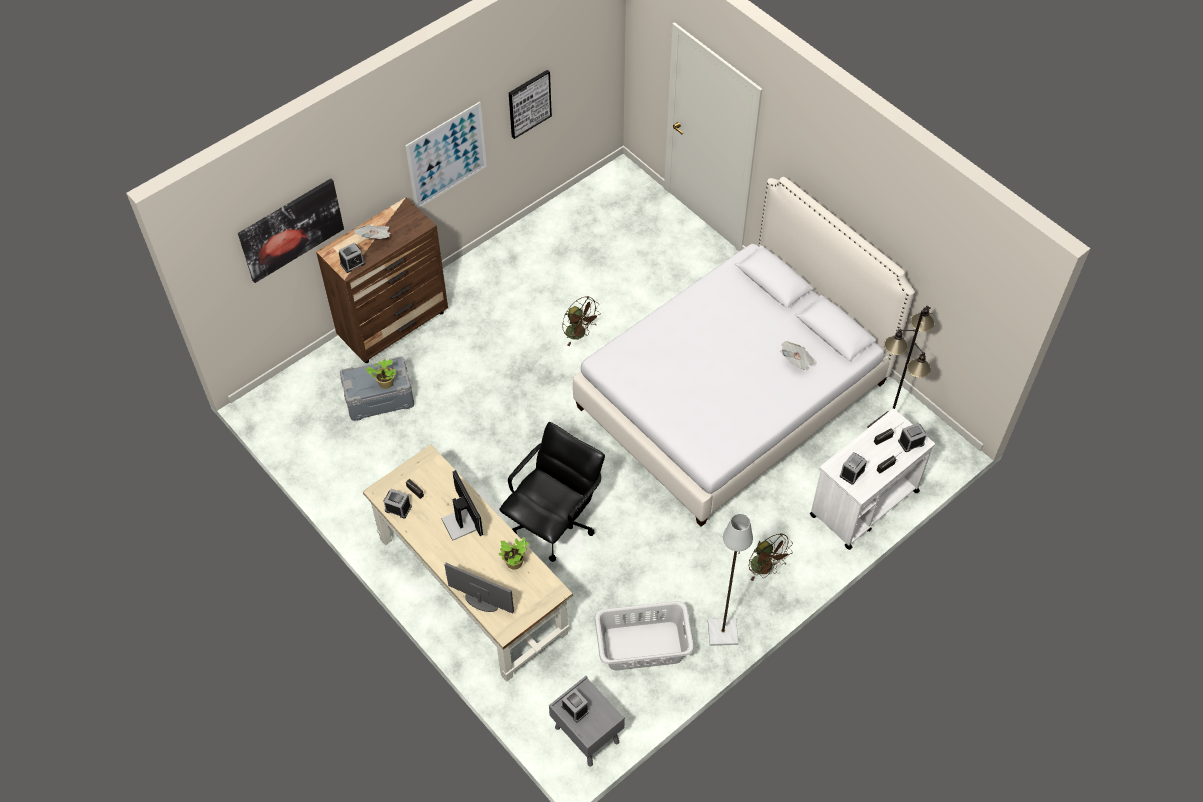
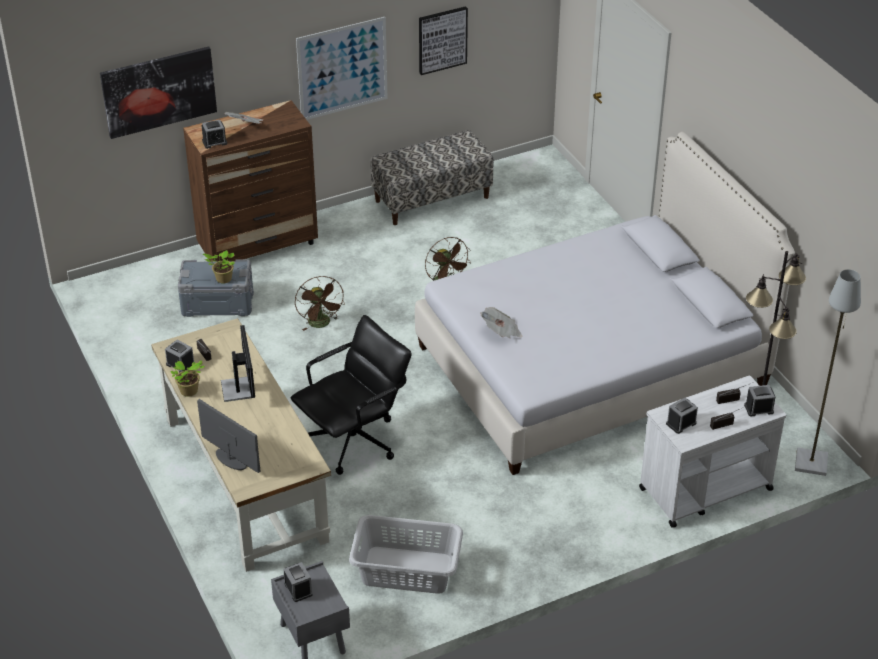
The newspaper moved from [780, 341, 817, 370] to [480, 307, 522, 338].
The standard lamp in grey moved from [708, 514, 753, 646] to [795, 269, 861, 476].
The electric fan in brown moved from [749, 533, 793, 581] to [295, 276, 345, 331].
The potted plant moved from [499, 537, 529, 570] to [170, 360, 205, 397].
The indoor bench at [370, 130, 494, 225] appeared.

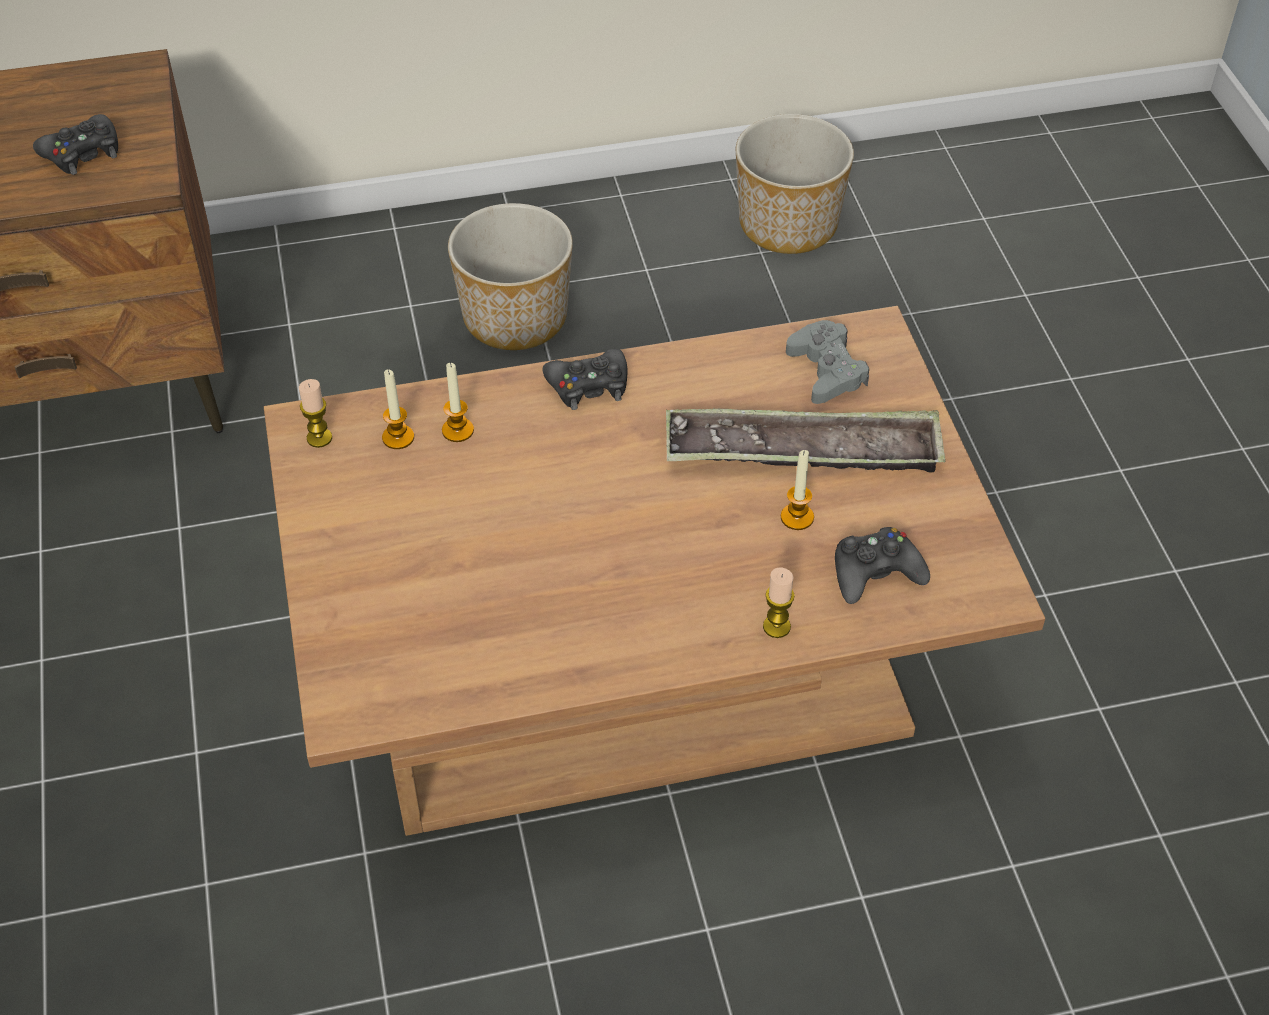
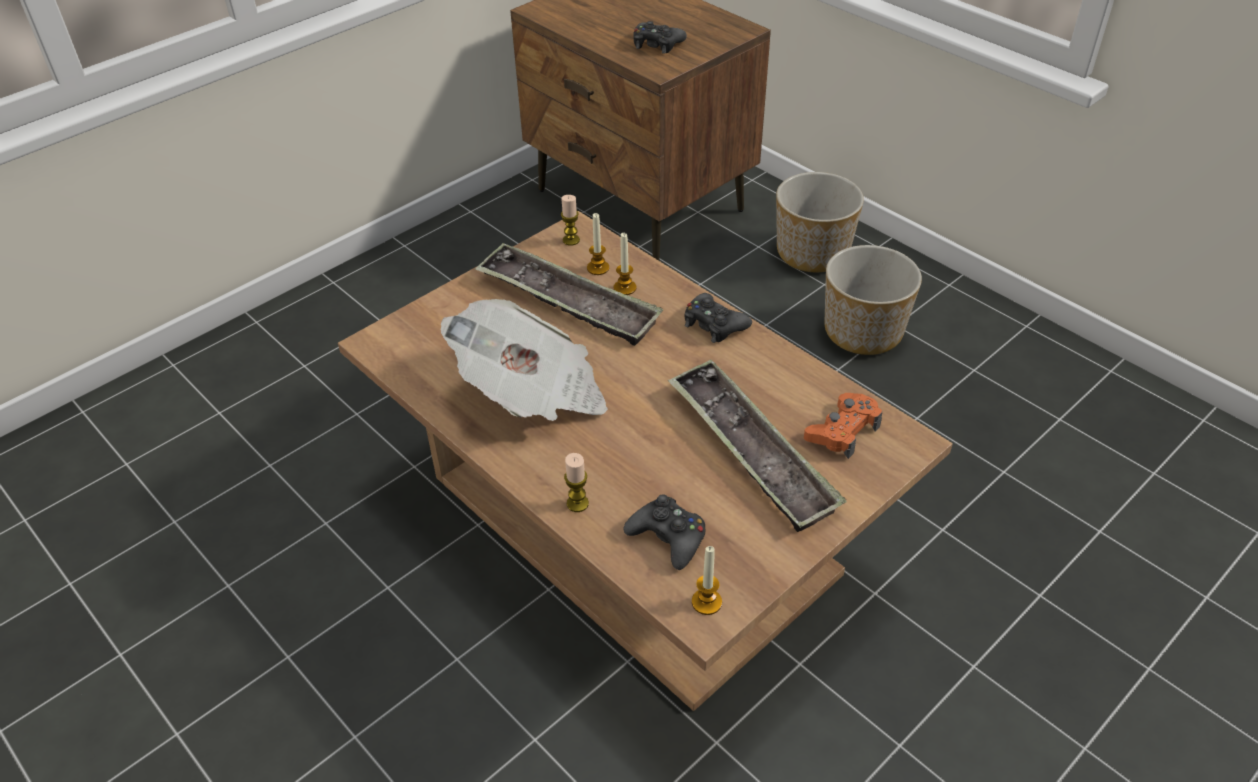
The flower pot moved from [736, 114, 854, 254] to [776, 172, 864, 272].
The joypad in grey at [786, 320, 869, 404] became the joypad in orange-coloured at [804, 393, 882, 459].
The candle moved from [781, 450, 814, 530] to [692, 546, 722, 615].
The carrying tray at [475, 242, 663, 346] appeared.
The newspaper at [441, 299, 608, 421] appeared.

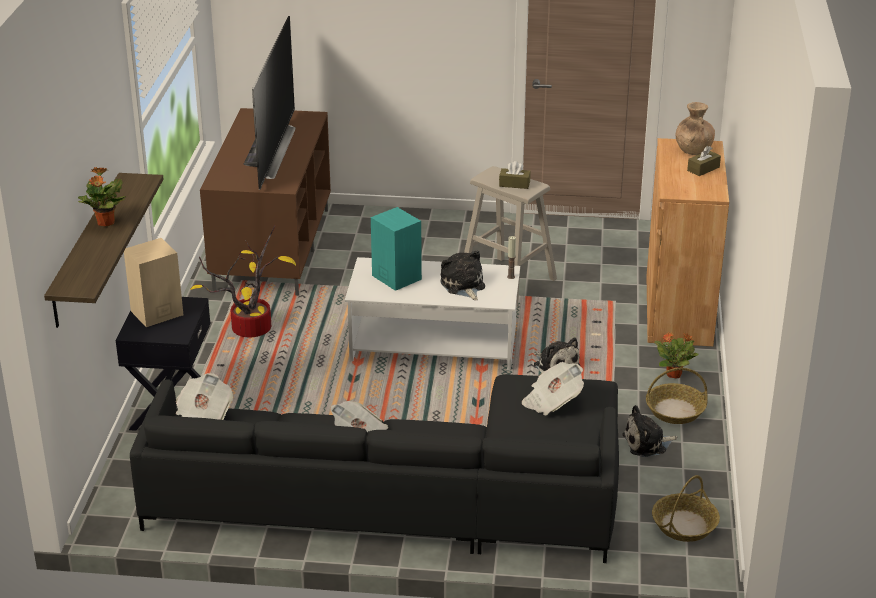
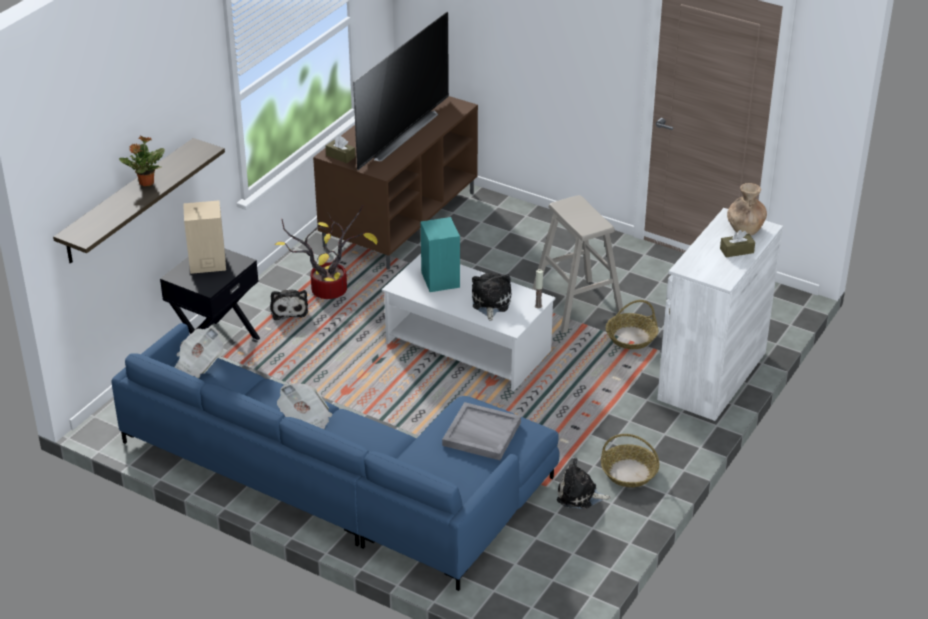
The storage cabinet in brown at [647, 138, 729, 346] became the storage cabinet in white-coloured at [657, 208, 783, 421].
The box of tissues in brown moved from [499, 161, 531, 189] to [326, 136, 355, 163].
The potted plant at [654, 332, 699, 379] disappeared.
The soft toy moved from [534, 338, 580, 373] to [270, 290, 308, 320].
The newspaper at [522, 362, 584, 415] was replaced by the carrying tray in grey at [442, 402, 521, 460].
The couch in blackish at [130, 374, 619, 563] became the couch in blue at [111, 323, 559, 591].
The household basket moved from [652, 475, 720, 542] to [606, 300, 658, 349].

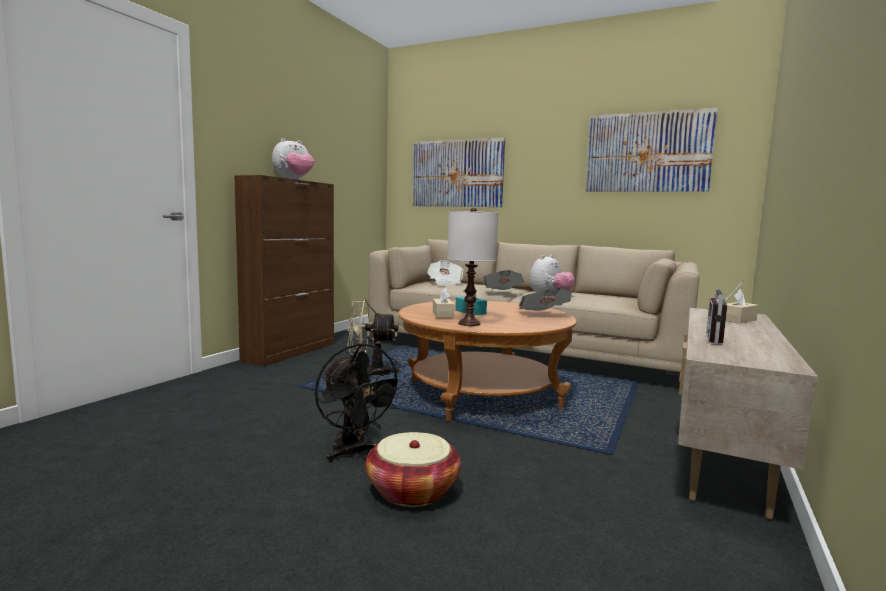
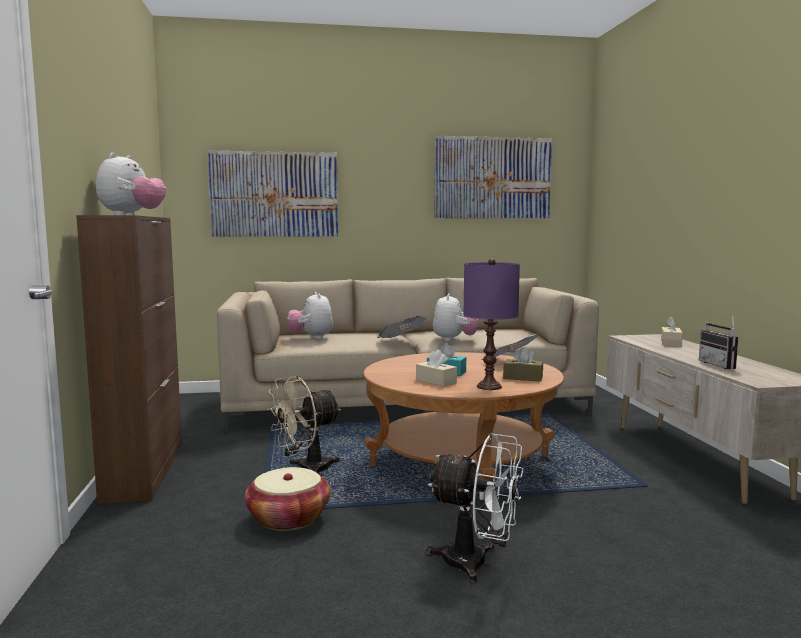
The table lamp in white-coloured at [447, 208, 498, 326] became the table lamp in purplish at [463, 259, 520, 390].
The newspaper at [427, 260, 464, 286] was replaced by the soft toy at [287, 292, 333, 340].
The electric fan in blackish at [315, 343, 405, 462] became the electric fan in white-coloured at [427, 433, 523, 584].
The household basket moved from [365, 432, 461, 507] to [245, 467, 331, 531].
The box of tissues in brown at [503, 347, 543, 382] appeared.

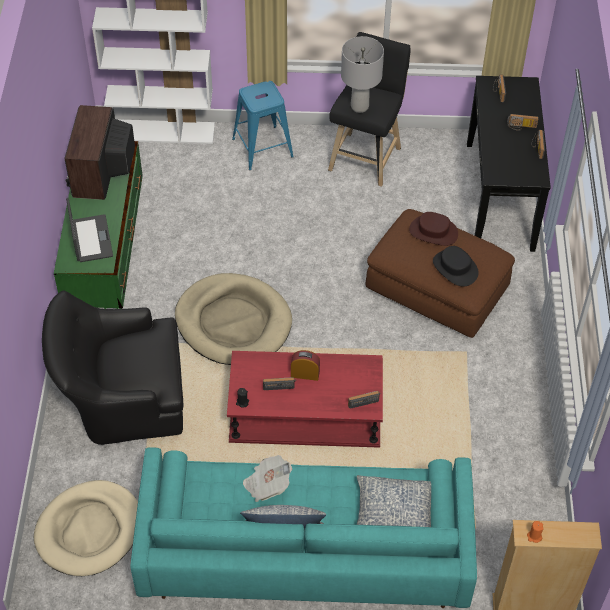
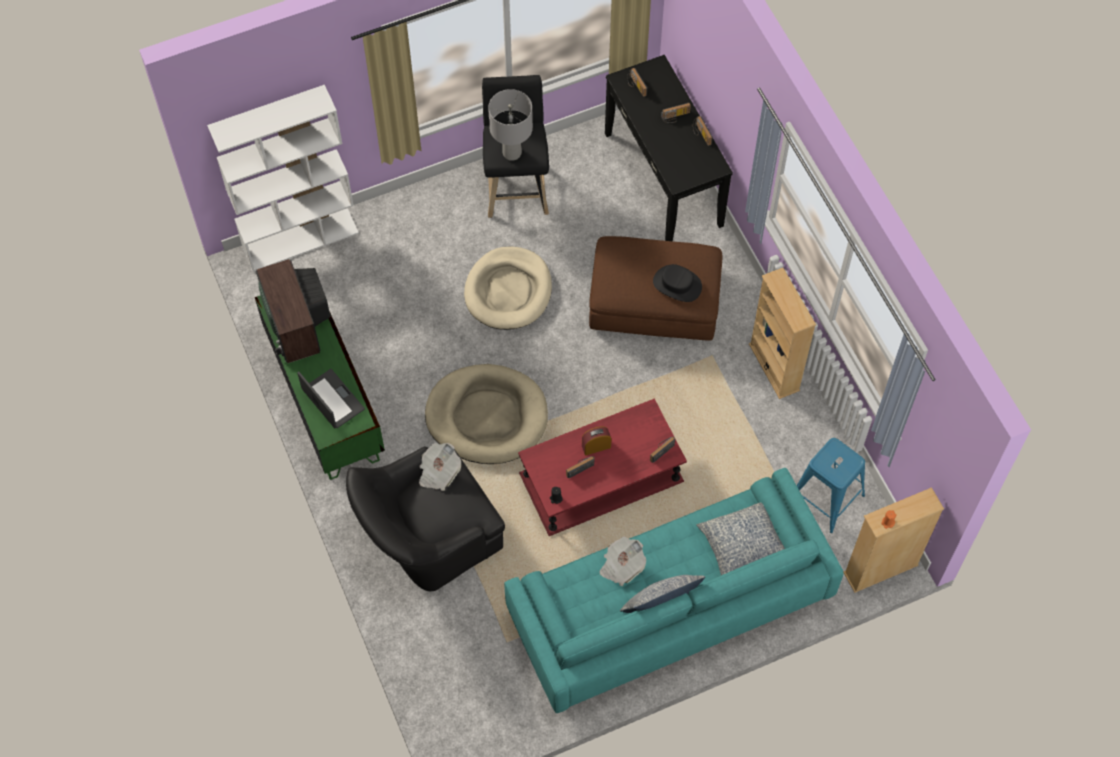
The stool in blue moved from [232, 81, 294, 170] to [797, 438, 865, 533].
The clothing hat in brown at [409, 212, 458, 246] disappeared.
The dog bed in beige-coloured moved from [34, 480, 138, 576] to [464, 247, 552, 330].
The bookshelf in beige-coloured at [749, 268, 816, 399] appeared.
The newspaper at [419, 443, 461, 491] appeared.

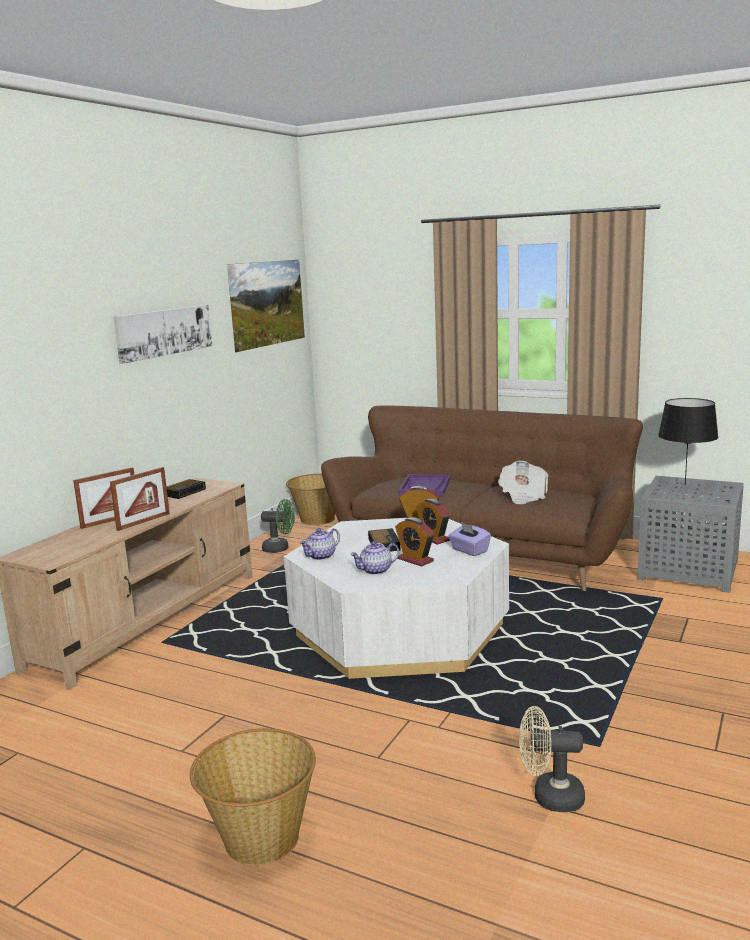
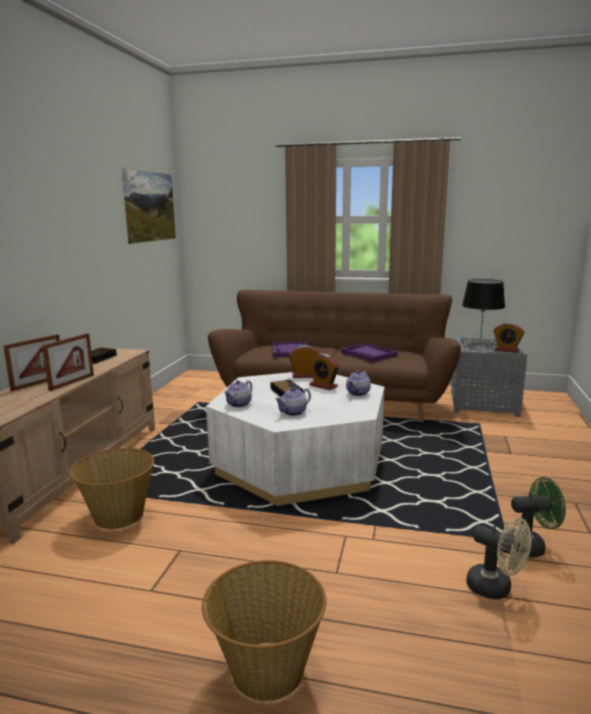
The wall art at [113, 305, 212, 364] disappeared.
The newspaper at [498, 461, 548, 504] was replaced by the carrying tray in purplish at [341, 343, 398, 362].
The household basket moved from [286, 474, 335, 525] to [69, 448, 154, 529].
The electric fan in green-coloured moved from [261, 499, 295, 553] to [506, 477, 566, 557].
The alarm clock moved from [395, 517, 434, 567] to [494, 323, 524, 353].
The box of tissues in purplish at [448, 522, 491, 556] was replaced by the teapot at [346, 370, 371, 396].
The electric fan in beige-coloured at [519, 706, 585, 812] turned 135 degrees counterclockwise.

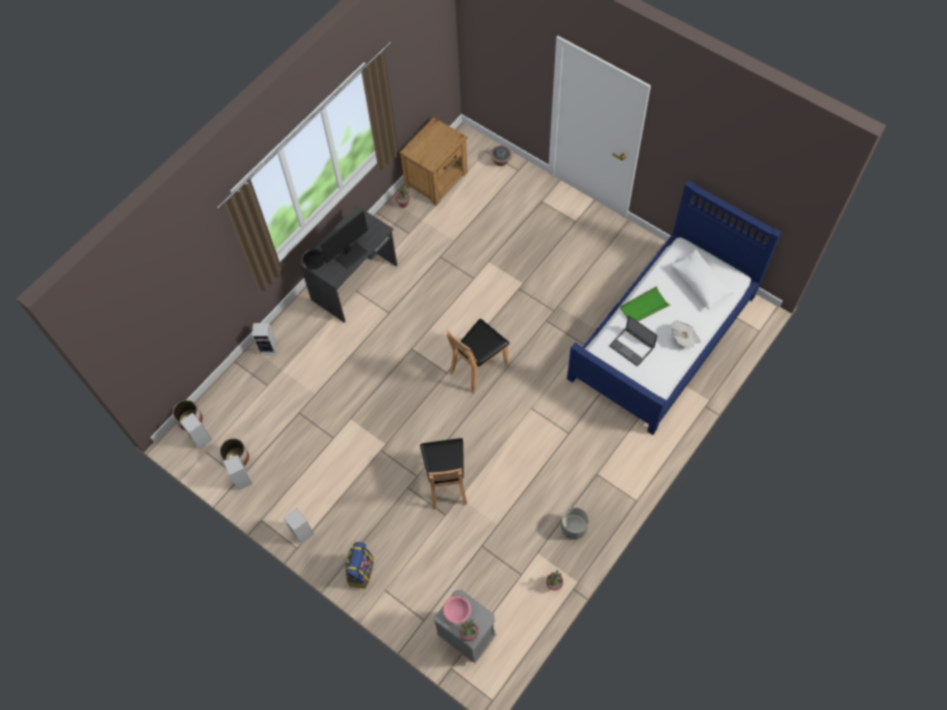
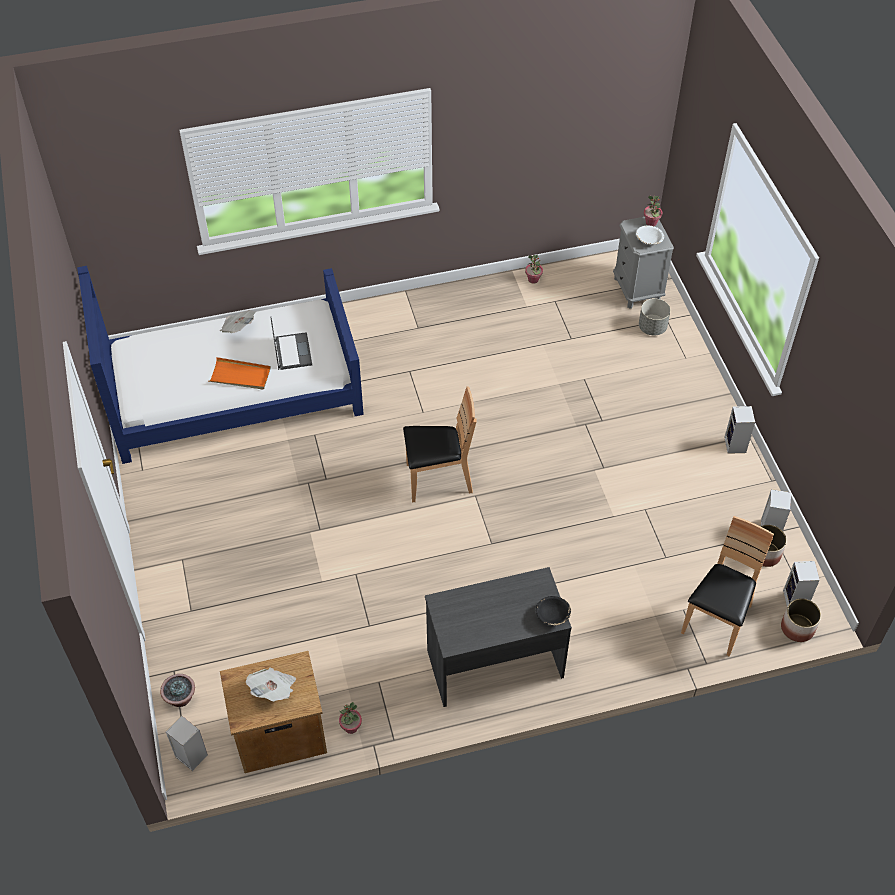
The monitor at [321, 211, 368, 269] disappeared.
The pillow in white-coloured at [670, 249, 735, 309] disappeared.
The carrying tray in green-coloured at [620, 286, 670, 321] became the carrying tray in orange-coloured at [209, 357, 271, 390].
The speaker moved from [252, 323, 277, 354] to [166, 716, 208, 771].
The chair in brown moved from [420, 438, 467, 509] to [681, 516, 774, 656].
The flower pot in grey moved from [561, 507, 589, 540] to [639, 299, 671, 336].
The backpack at [345, 542, 374, 589] disappeared.
The bowl in pinkish at [443, 595, 471, 624] became the bowl in white-coloured at [636, 225, 664, 245].
The newspaper at [246, 667, 296, 701] appeared.

